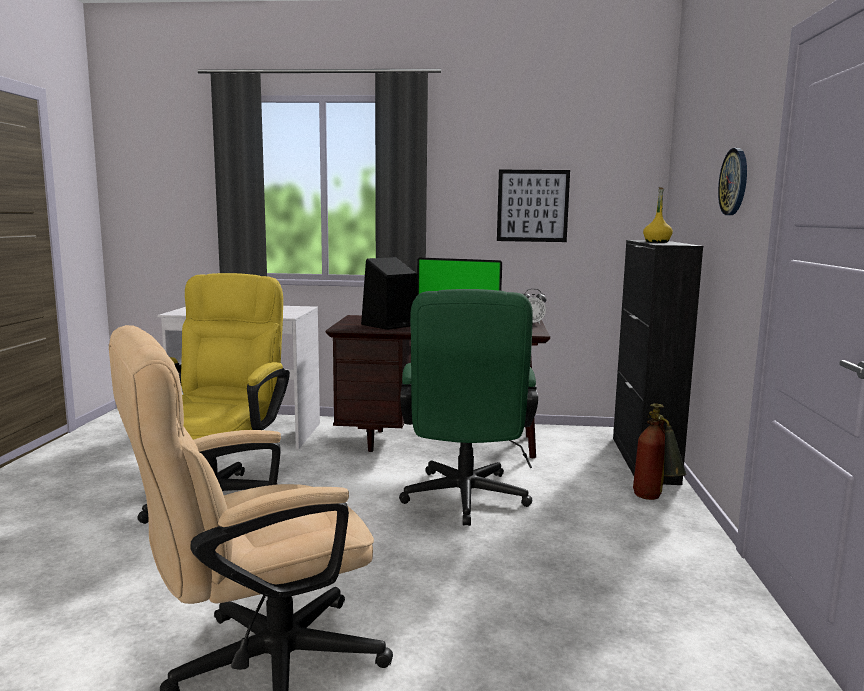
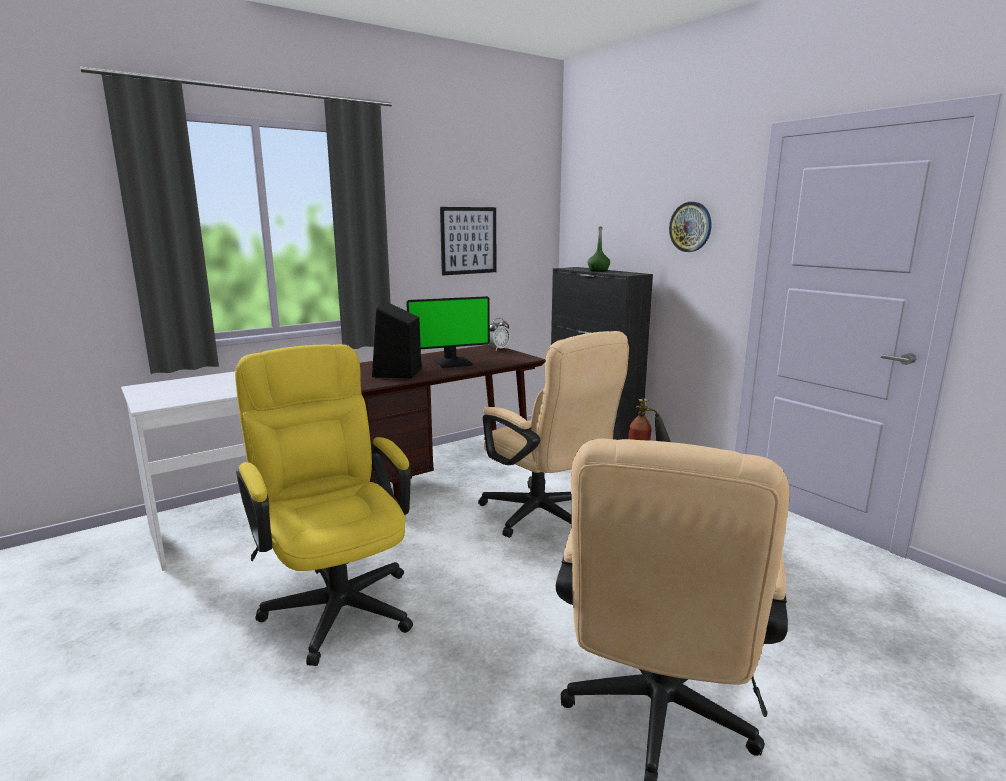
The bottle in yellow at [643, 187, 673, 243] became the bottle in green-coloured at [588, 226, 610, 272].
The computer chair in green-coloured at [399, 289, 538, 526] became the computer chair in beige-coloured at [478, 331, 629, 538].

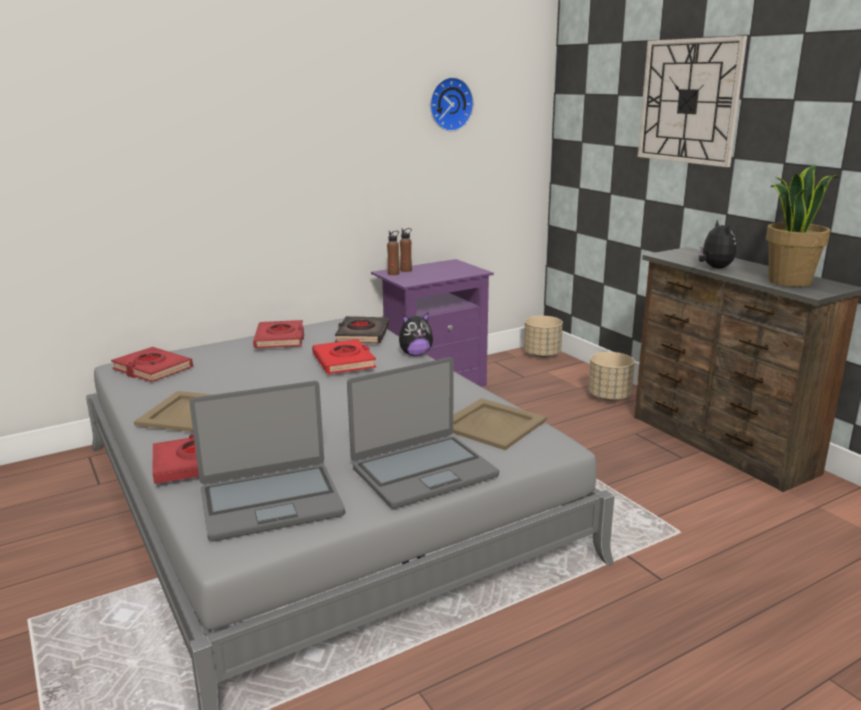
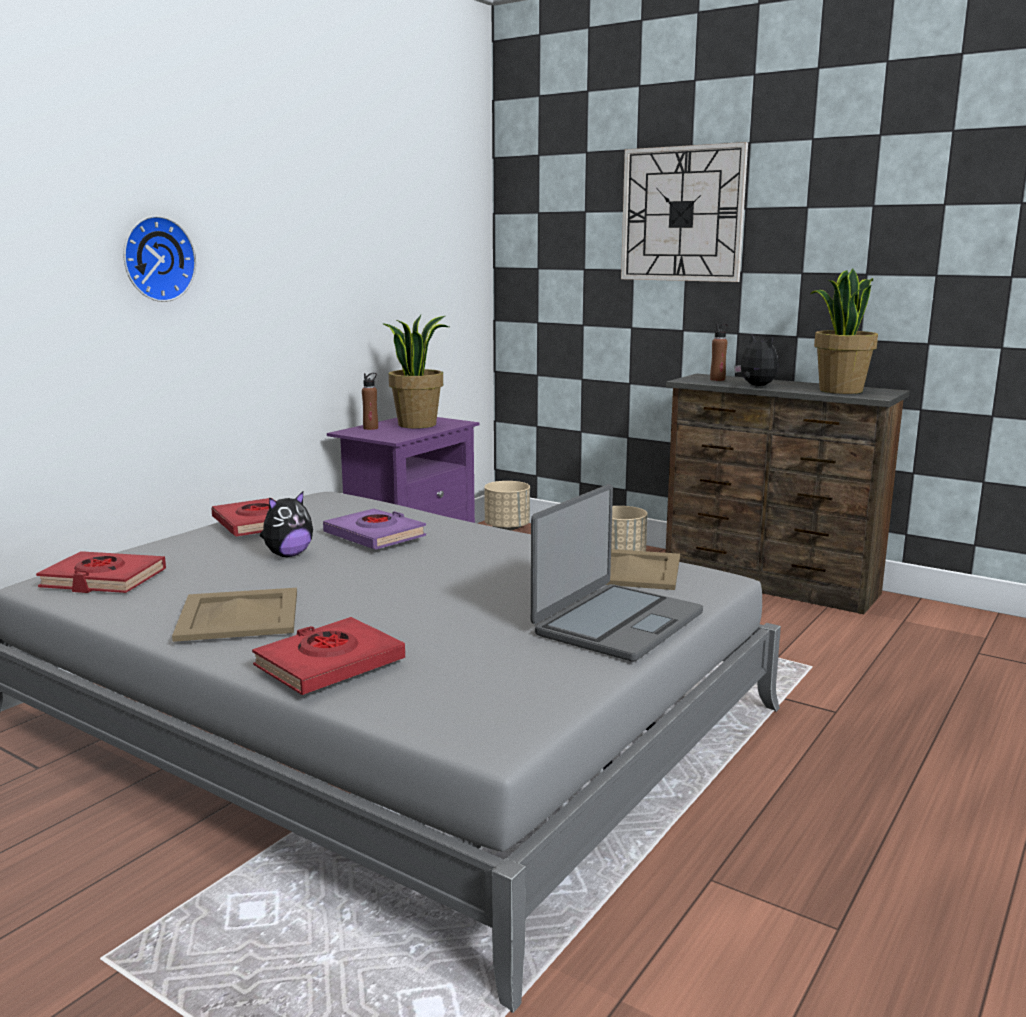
The wall clock moved from [430, 77, 474, 131] to [123, 216, 196, 302].
The bottle in brown moved from [387, 231, 400, 275] to [710, 324, 728, 381].
The soft toy moved from [399, 313, 433, 356] to [260, 491, 313, 557].
The book in blackish at [335, 316, 389, 344] disappeared.
The book in red at [312, 339, 376, 374] became the book in purplish at [323, 509, 426, 550].
The notebook computer at [189, 381, 345, 542] disappeared.
The potted plant at [382, 315, 449, 428] appeared.

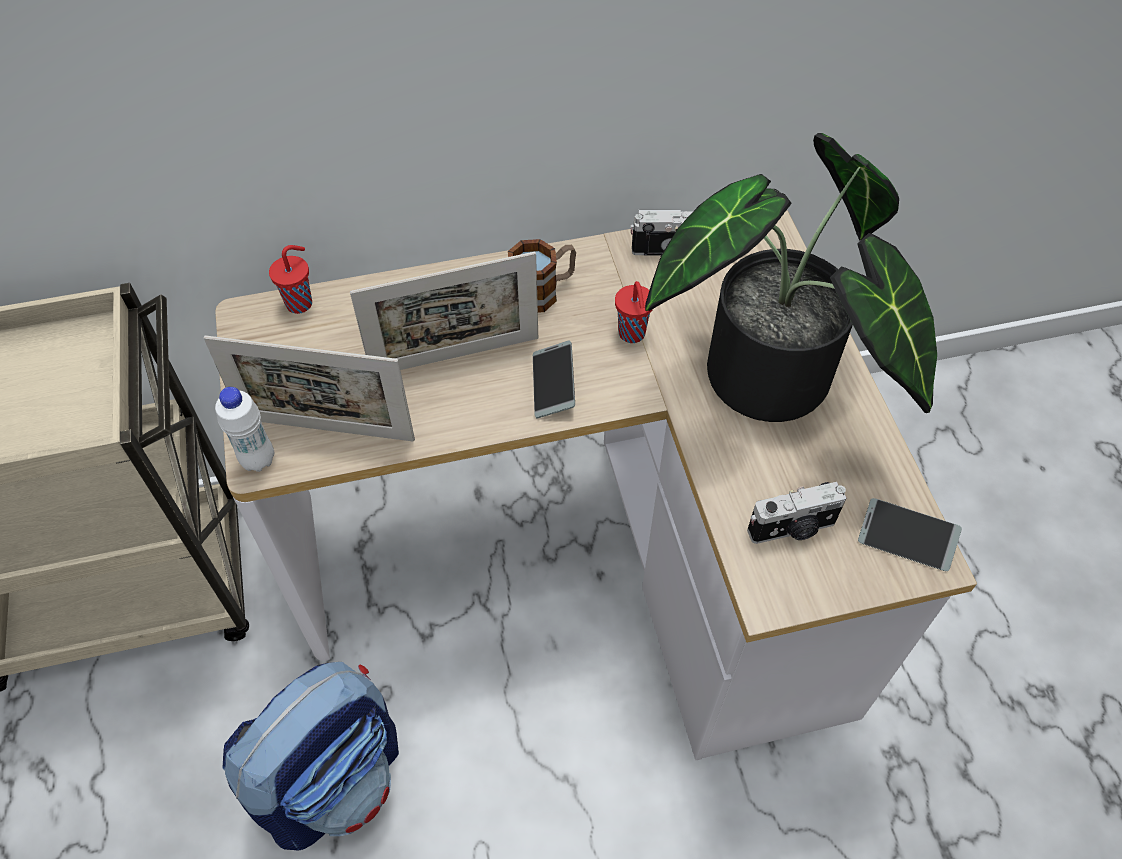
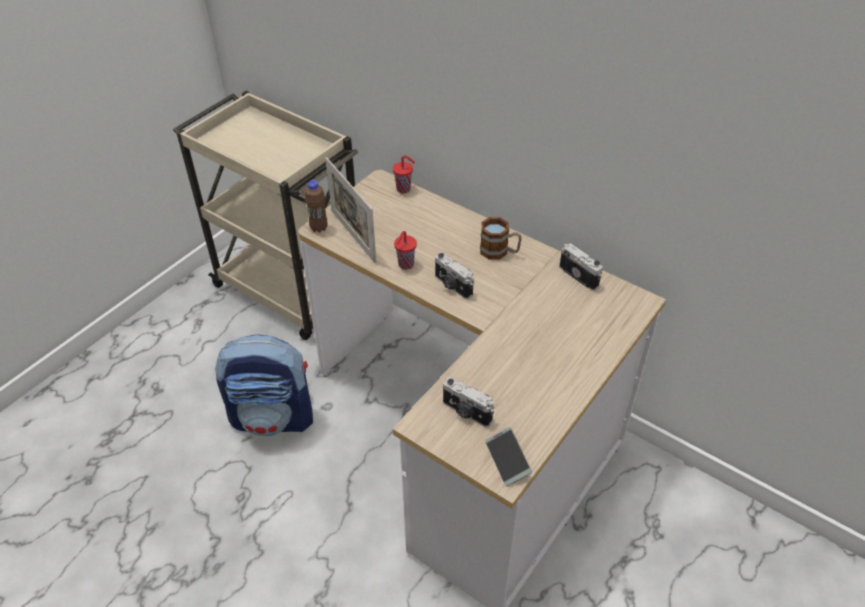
The potted plant at [645, 133, 937, 422] disappeared.
The picture frame at [350, 252, 538, 370] disappeared.
The small cup in red moved from [615, 281, 653, 343] to [394, 231, 417, 270].
The phone at [533, 340, 575, 419] was replaced by the still camera at [435, 252, 474, 299].
The bottle in white-coloured at [215, 387, 274, 472] became the bottle in brown at [305, 180, 328, 233].

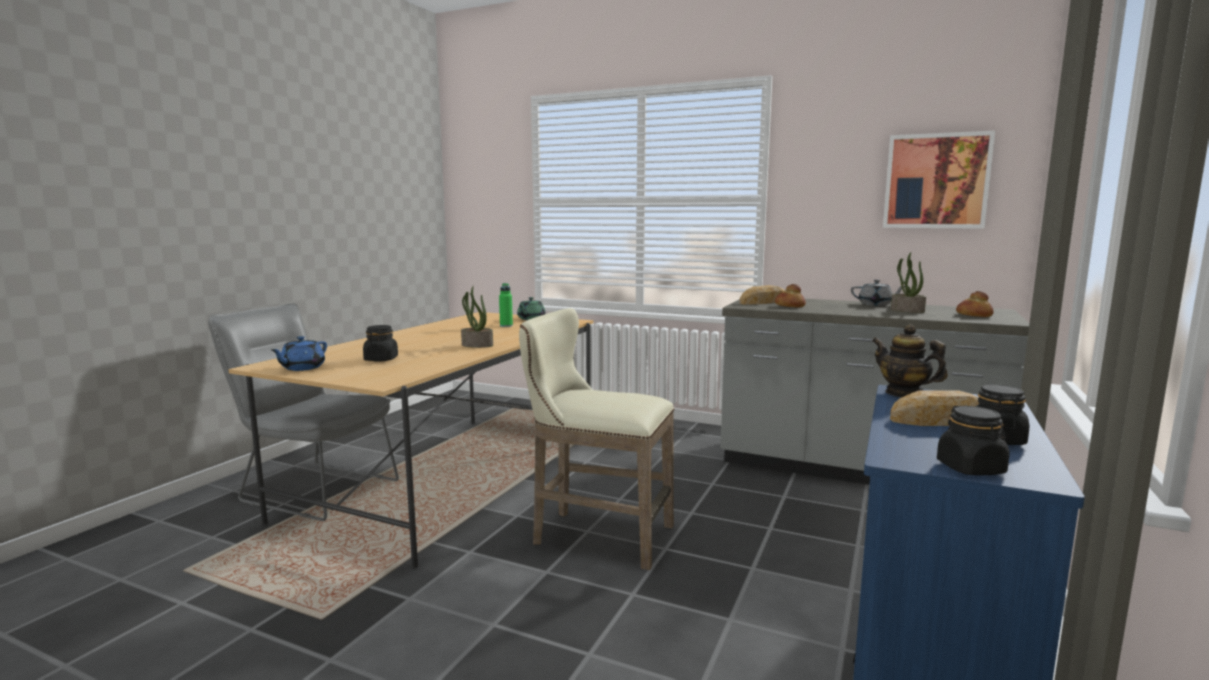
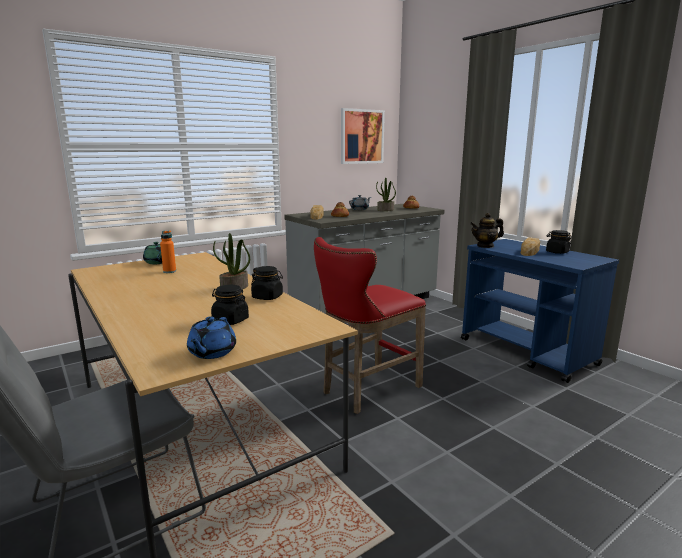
The bottle in green-coloured at [499, 283, 513, 327] became the bottle in orange-coloured at [160, 231, 176, 273].
The stool in beige-coloured at [519, 308, 674, 570] became the stool in red at [314, 237, 426, 414].
The teapot in blue at [272, 336, 327, 371] turned 45 degrees clockwise.
The jar in blackish moved from [937, 406, 1009, 476] to [251, 266, 283, 300].

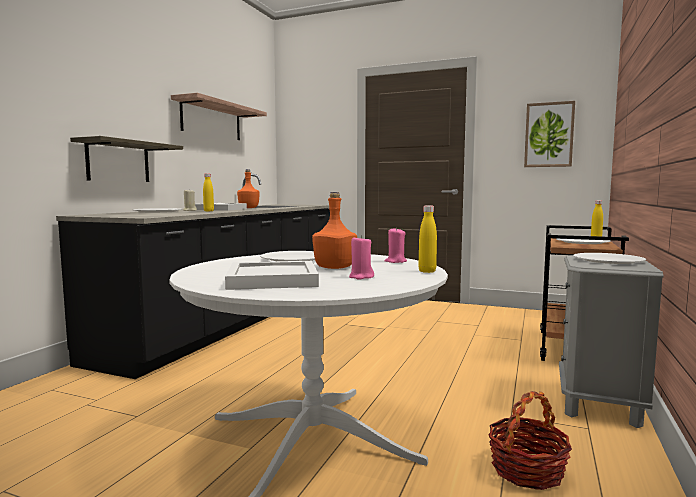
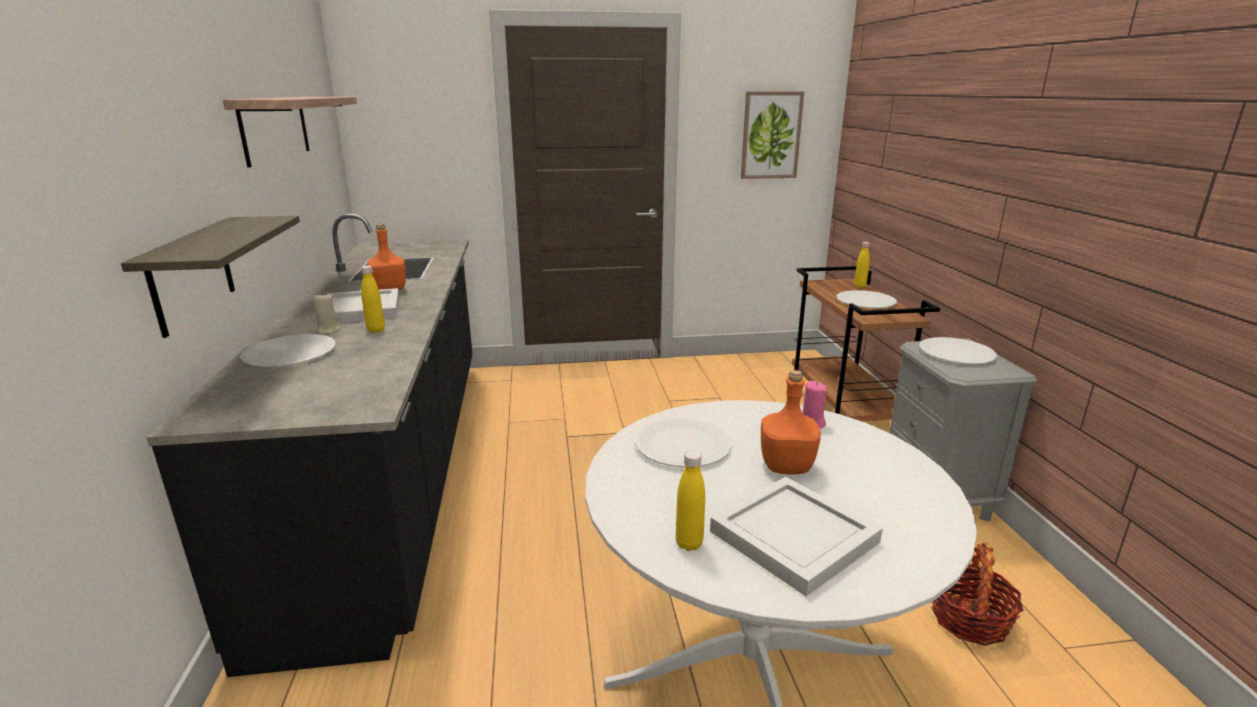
The bottle in yellow moved from [418, 205, 437, 273] to [676, 451, 705, 551].
The candle in pinkish at [349, 235, 374, 280] disappeared.

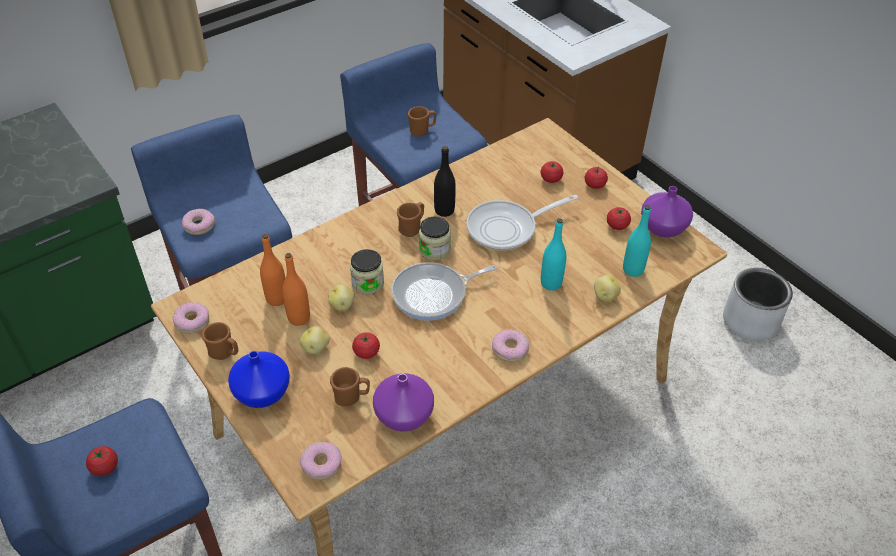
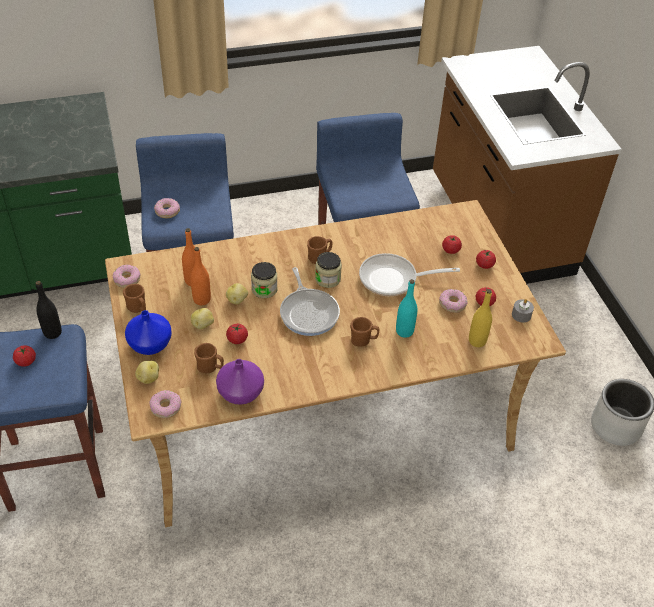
The coffee mug in brown moved from [408, 106, 436, 136] to [350, 317, 379, 346].
The bottle in blackish moved from [434, 146, 456, 217] to [36, 281, 62, 339].
The flower vase in purplish at [641, 186, 693, 238] was replaced by the candle in grey at [512, 299, 534, 323].
The bottle in turquoise-coloured at [623, 205, 651, 277] became the bottle in yellow at [469, 289, 492, 347].
The pan at [391, 262, 497, 321] turned 105 degrees counterclockwise.
The potato moved from [594, 275, 621, 302] to [135, 361, 159, 384].
The ring doughnut moved from [492, 329, 530, 362] to [439, 289, 468, 313].

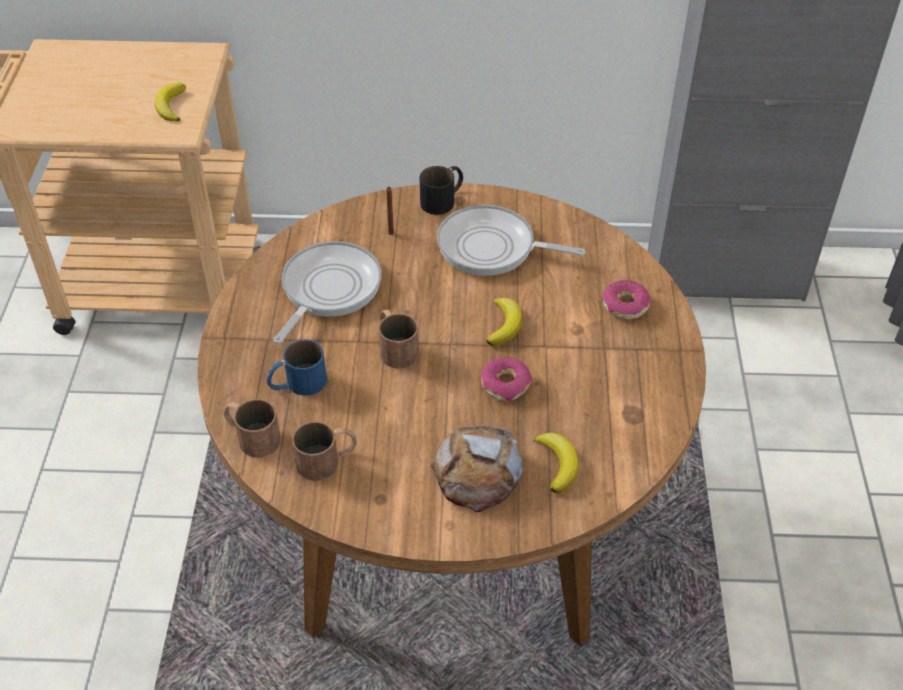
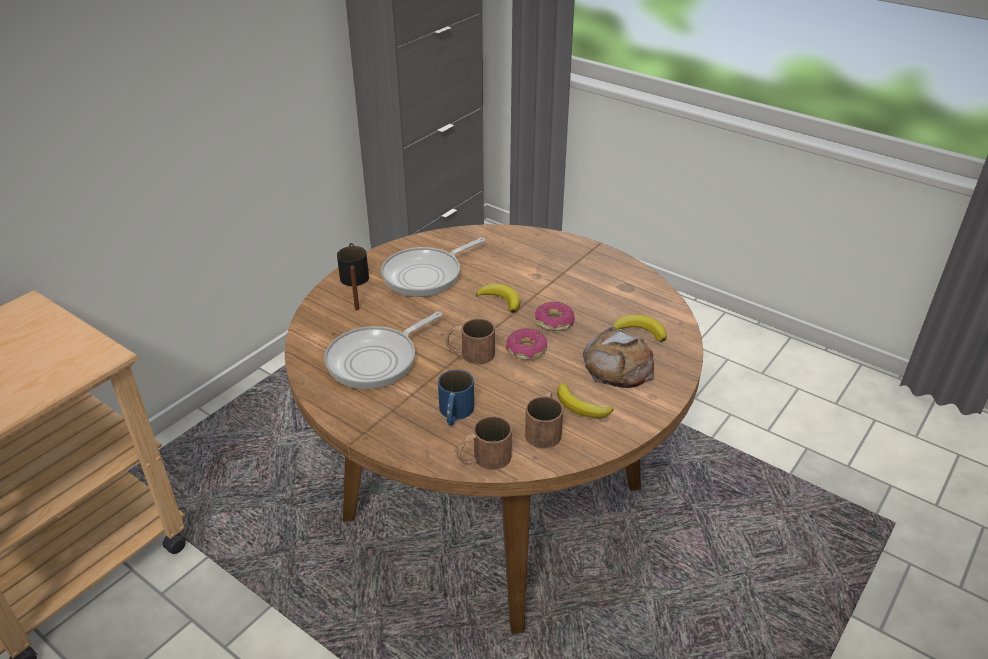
The banana fruit moved from [155, 83, 186, 122] to [557, 384, 614, 418].
The pan at [273, 241, 382, 344] turned 105 degrees counterclockwise.
The ring doughnut moved from [602, 280, 651, 320] to [506, 328, 547, 360].

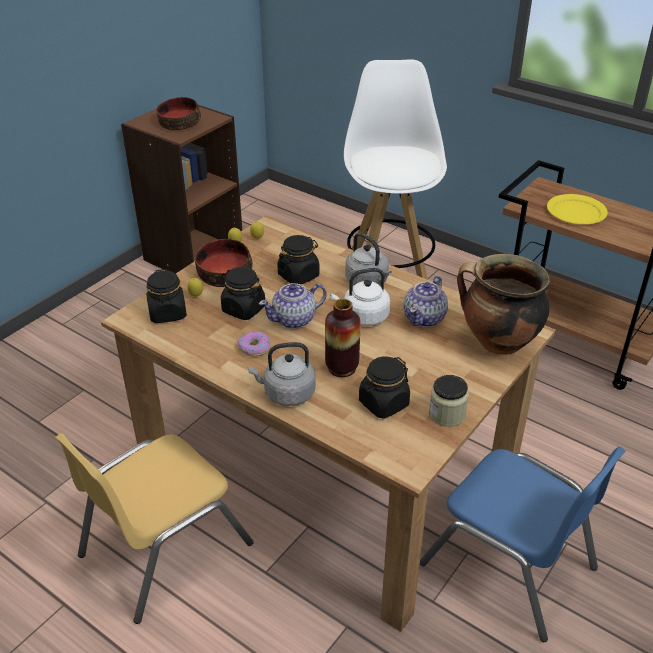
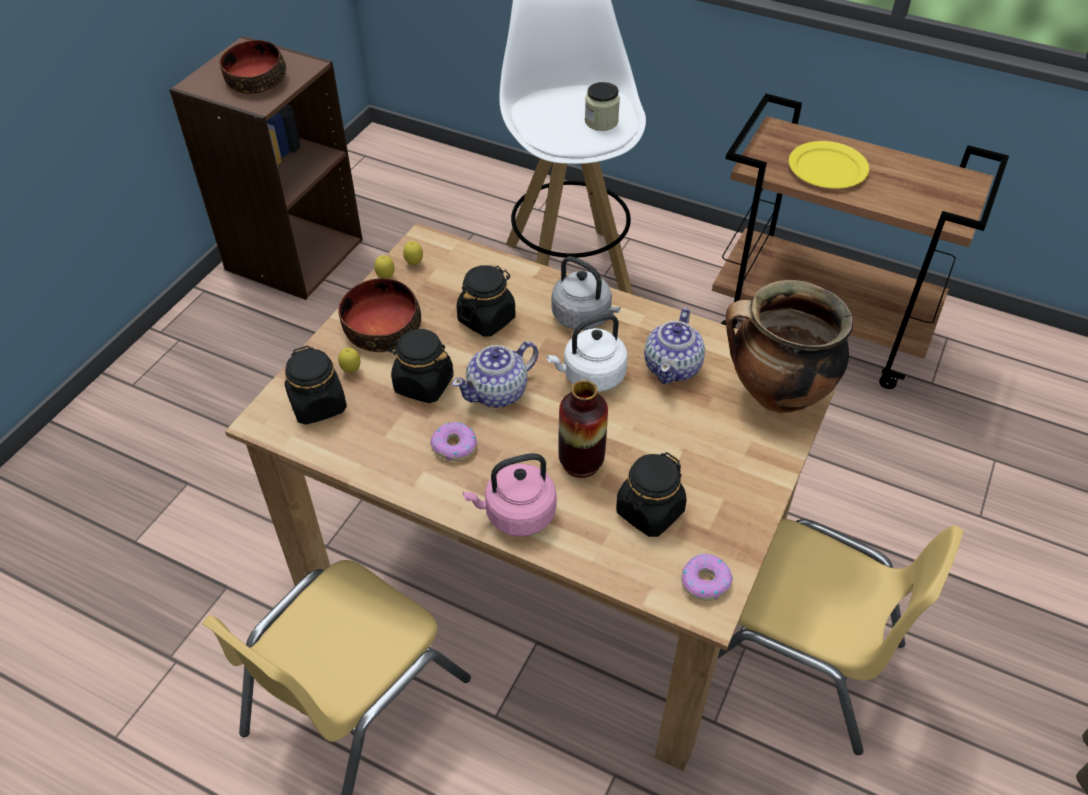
The kettle in grey at [248, 342, 316, 406] became the kettle in pinkish at [463, 453, 557, 537].
The jar moved from [429, 375, 469, 427] to [585, 82, 620, 131].
The chair in blue at [420, 447, 626, 642] became the chair in yellow at [718, 519, 963, 755].
The ring doughnut at [681, 554, 733, 601] appeared.

